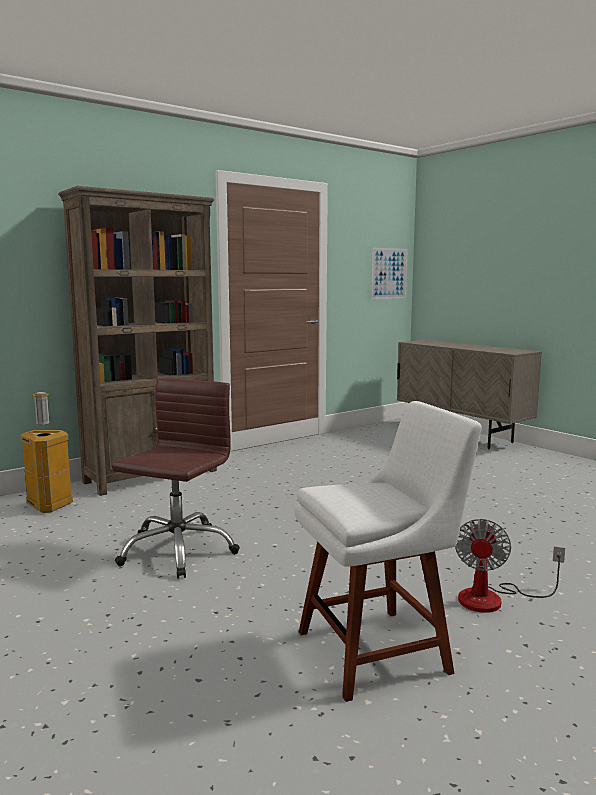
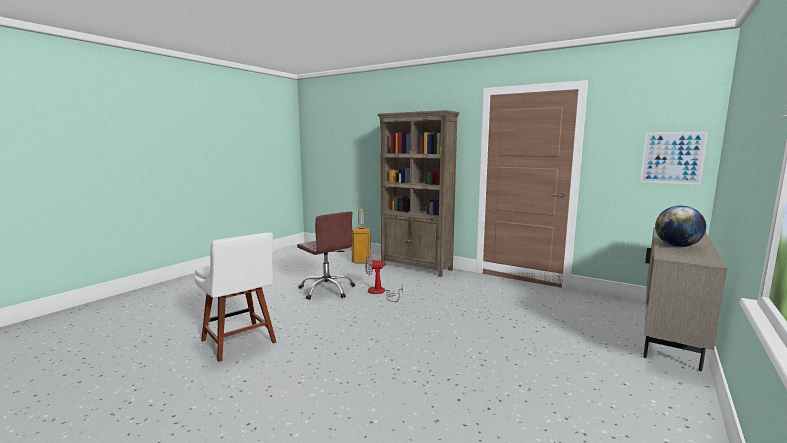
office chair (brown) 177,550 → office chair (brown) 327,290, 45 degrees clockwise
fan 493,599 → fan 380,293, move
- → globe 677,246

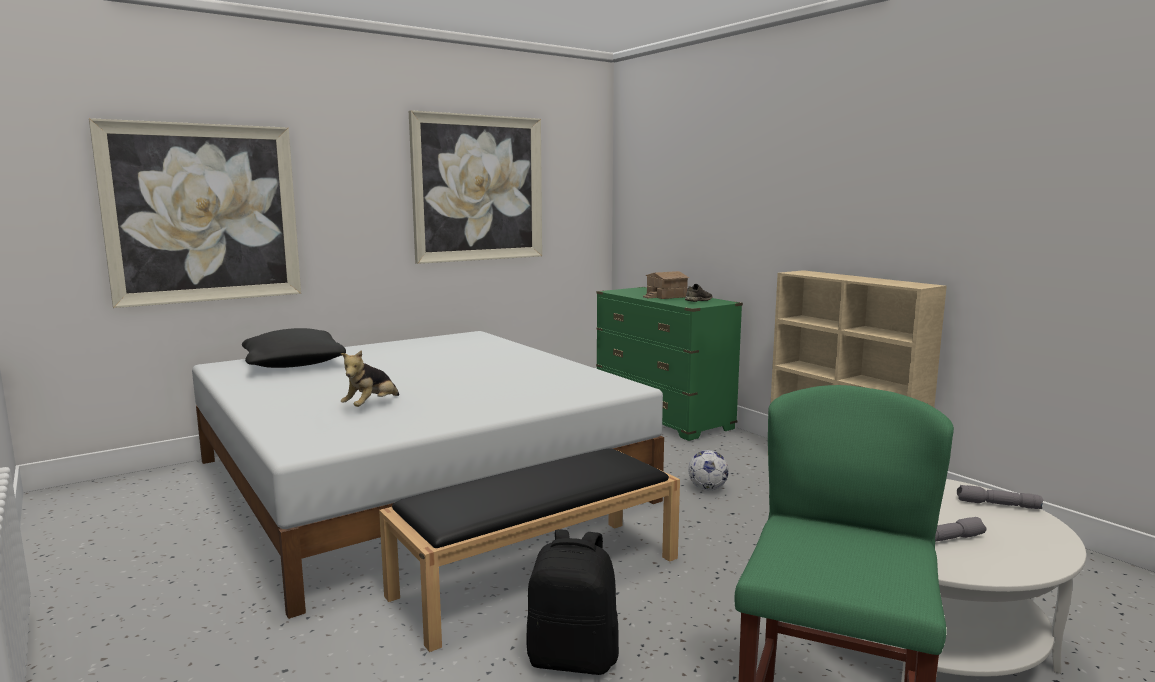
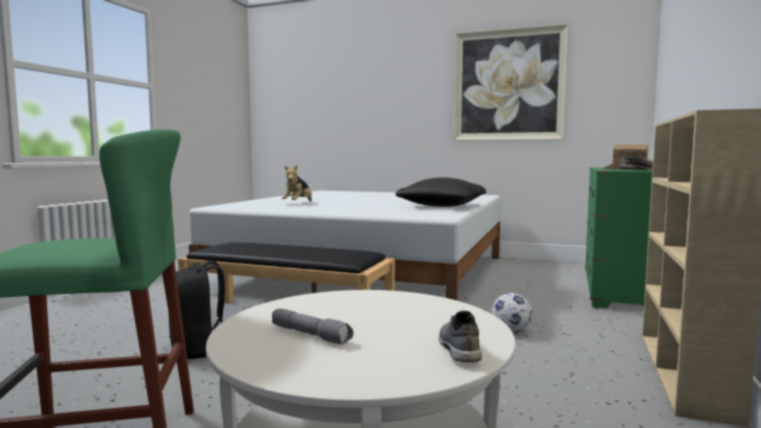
plush toy 371,406 → plush toy 298,203, 60 degrees counterclockwise
pillow (black) 293,364 → pillow (black) 442,206, move
flashlight (grey) 997,505 → shoe (grey) 458,349
picture 203,213 → -

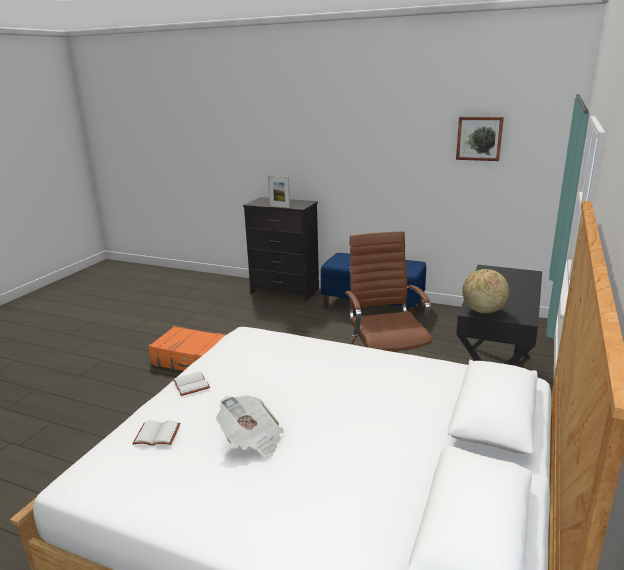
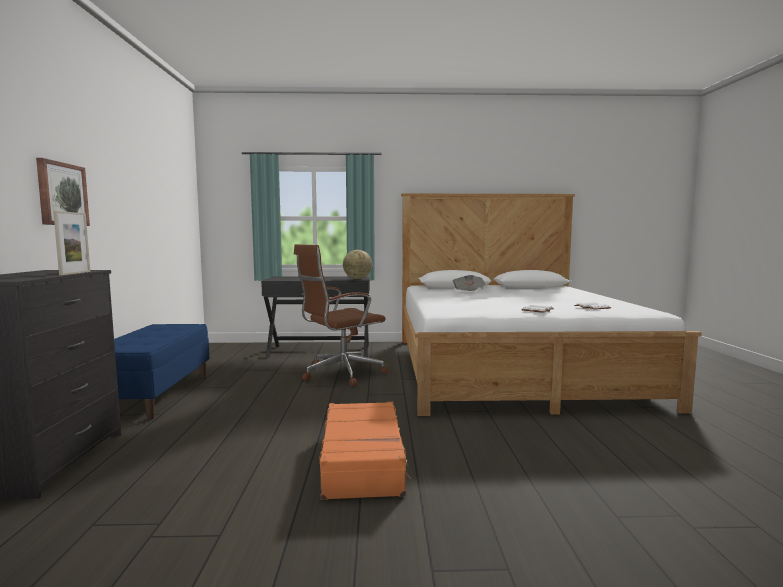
picture 479,138 → picture 61,194, move
newspaper 252,439 → newspaper 468,292, move

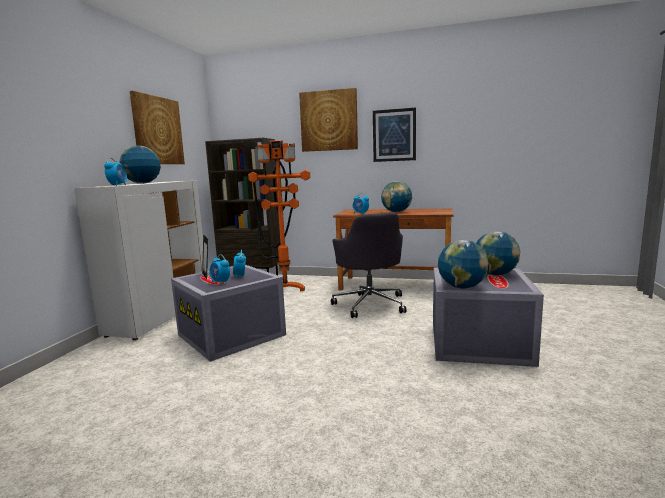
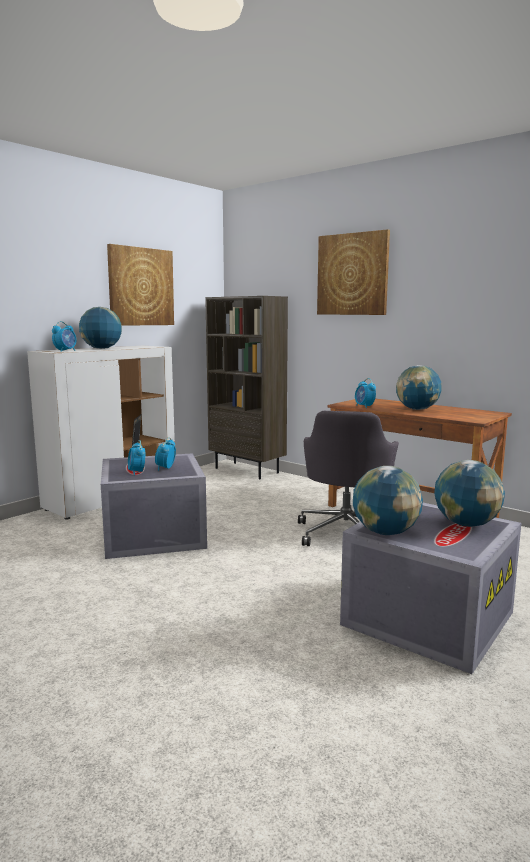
floor lamp (orange) 285,286 → -
picture 394,135 → -

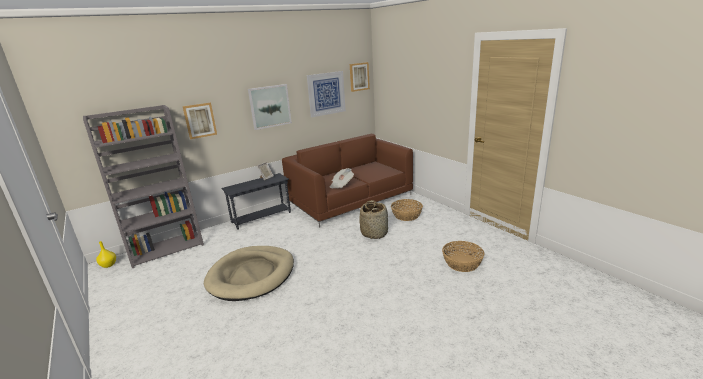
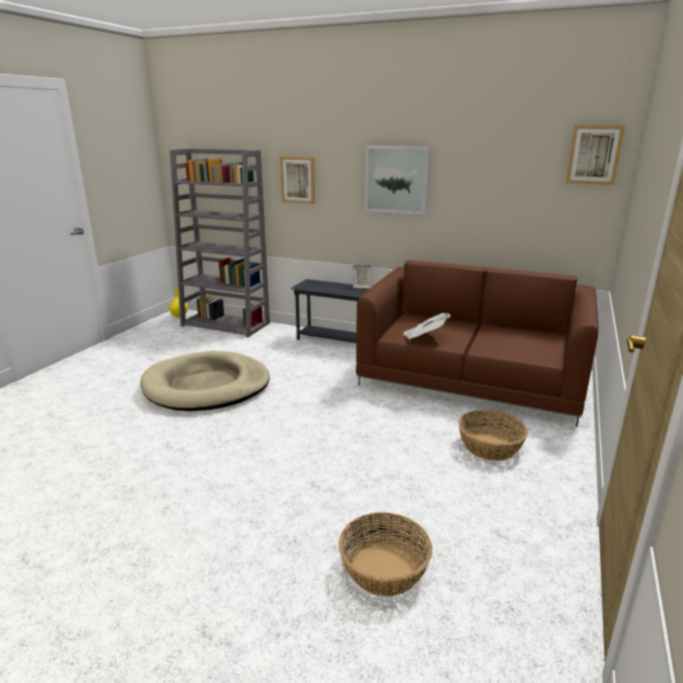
picture 326,93 → -
basket 374,233 → -

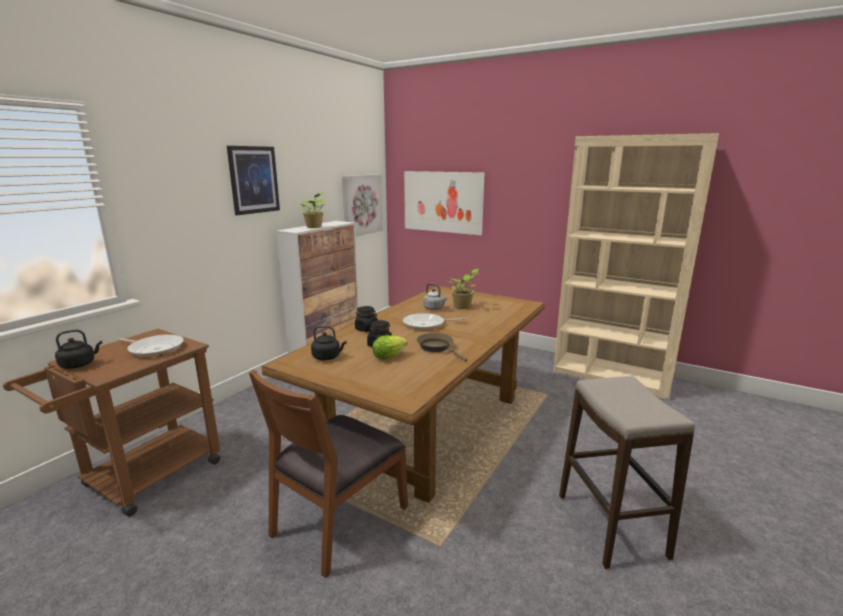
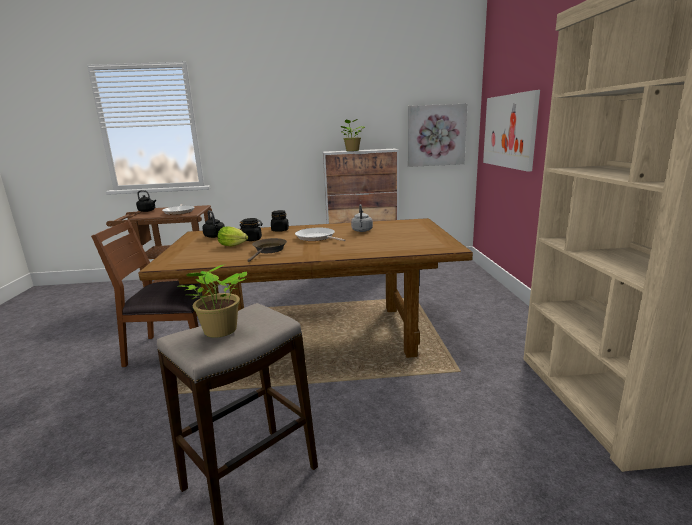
potted plant 463,307 → potted plant 219,332, move
picture 254,180 → -

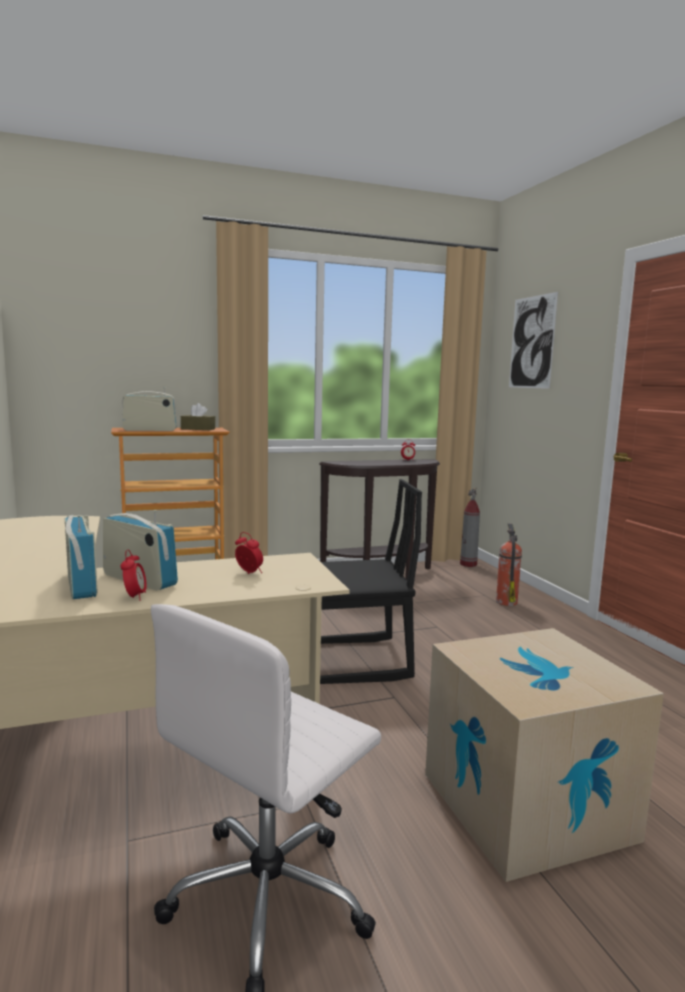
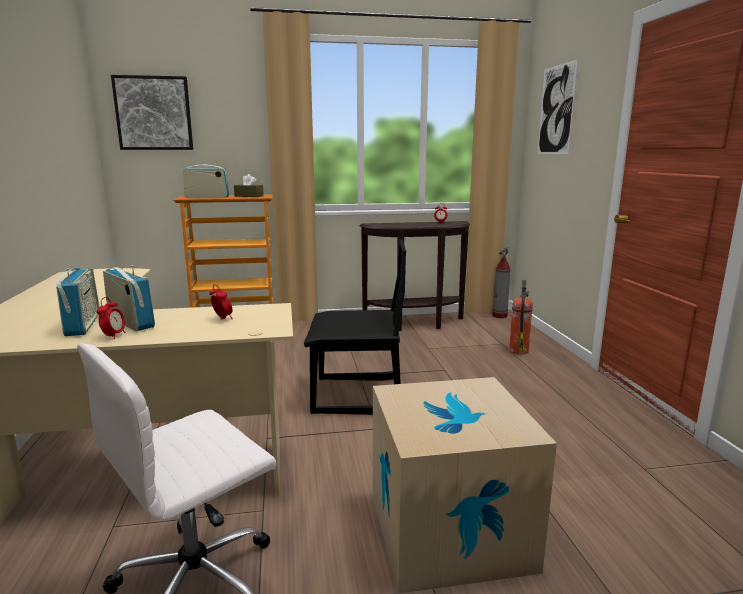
- → picture 154,113

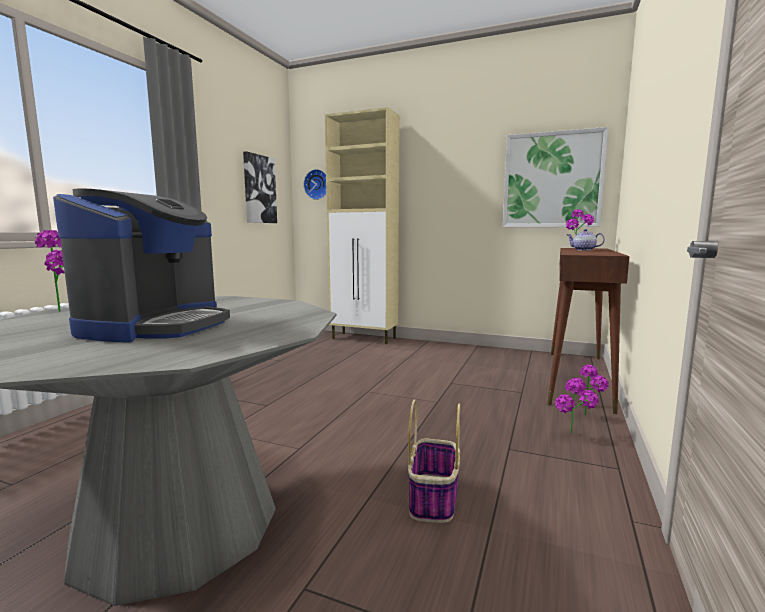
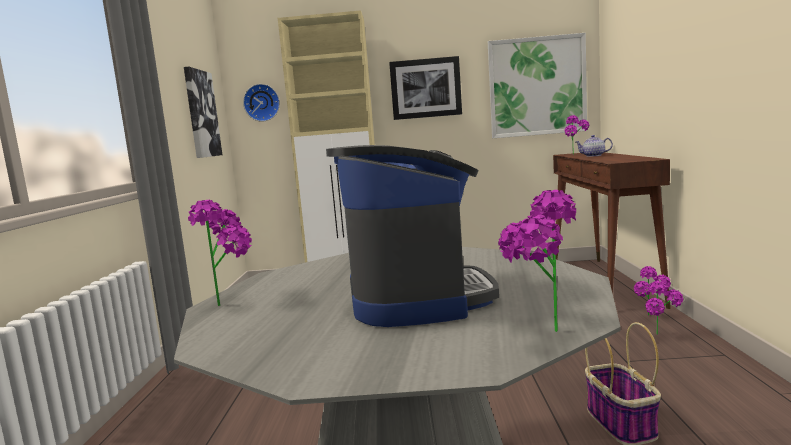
- → picture 425,88
- → potted plant 539,334

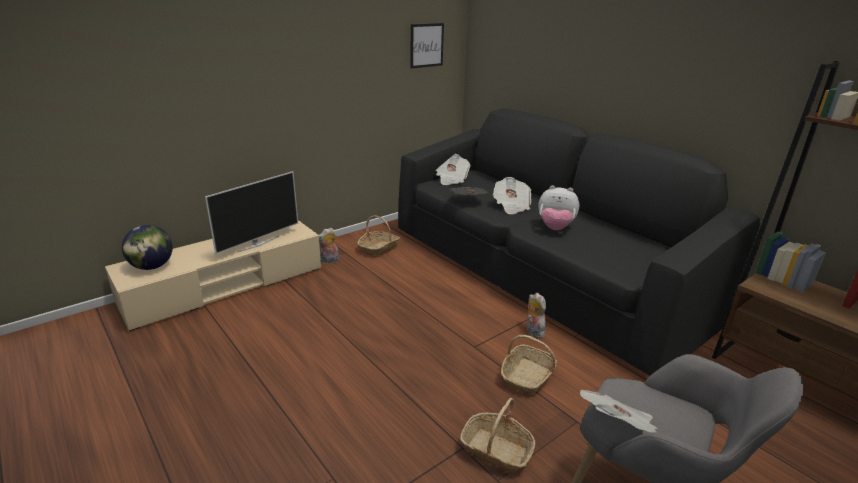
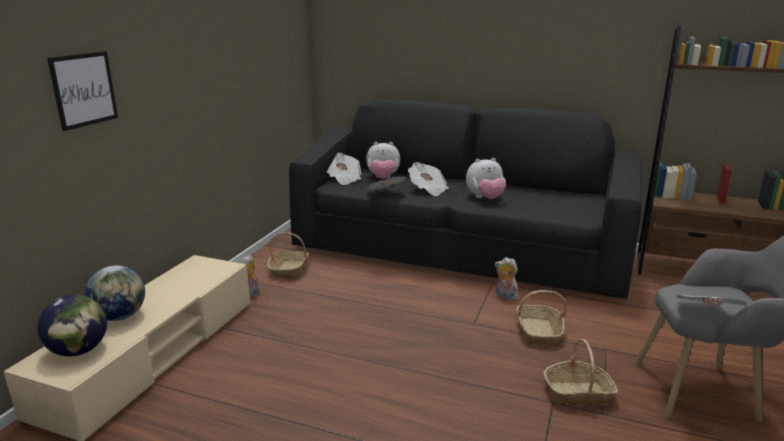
picture 426,45 → picture 84,89, move
- → globe 120,317
- → plush toy 383,178
television 257,244 → -

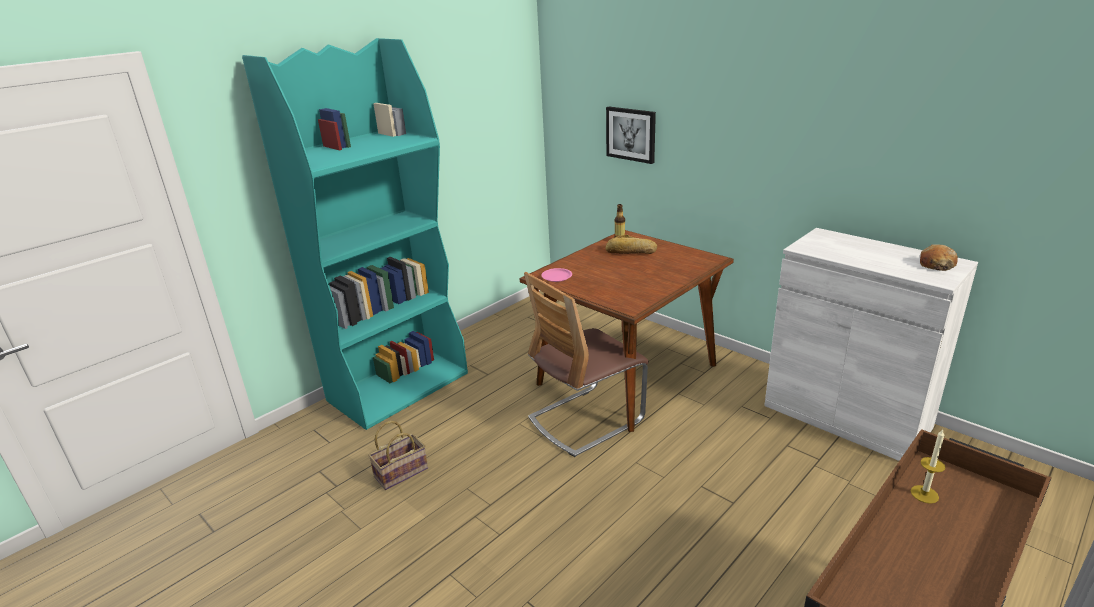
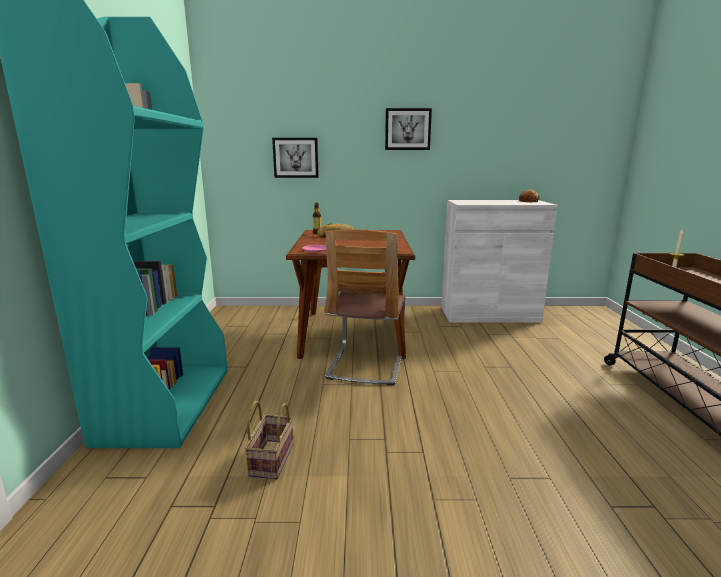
- → picture 407,129

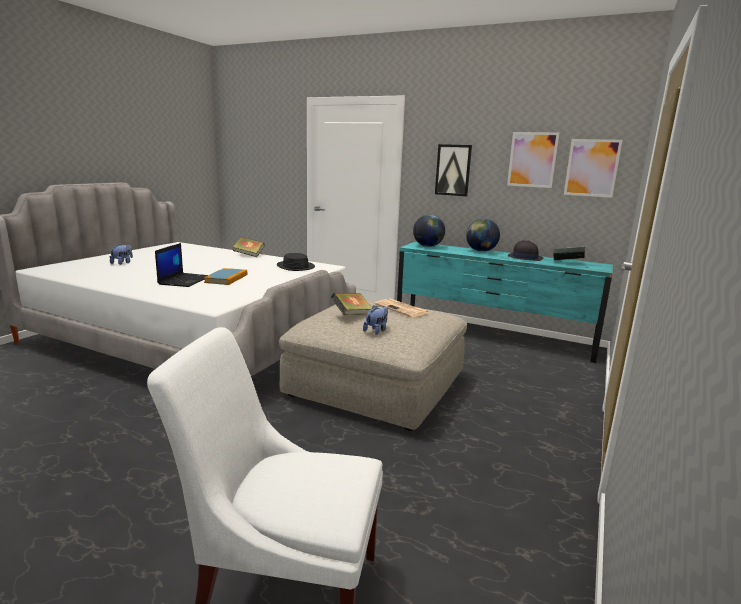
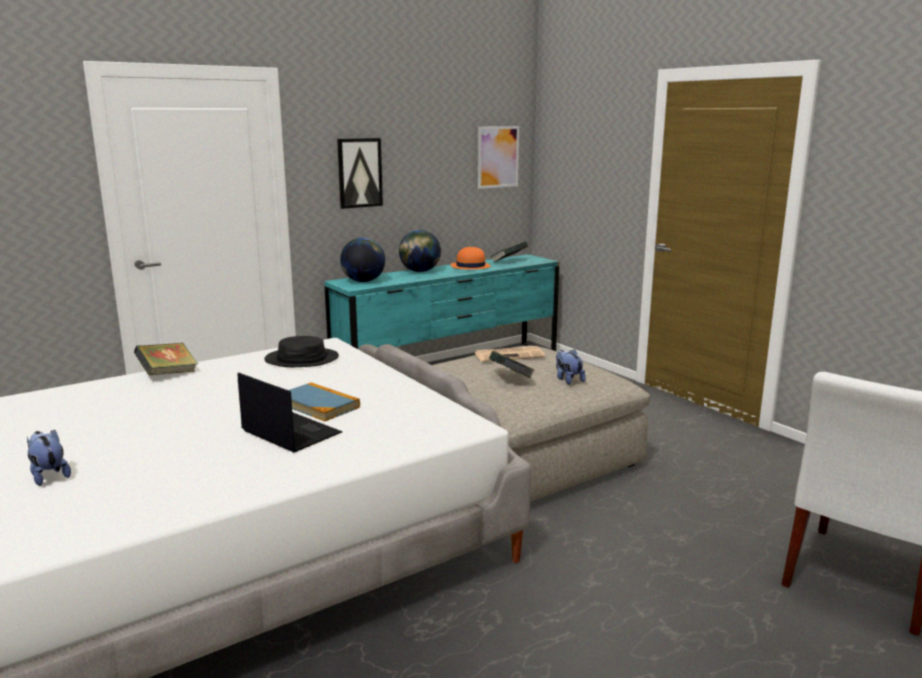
hat (black) 524,257 → hat (orange) 470,266
picture 532,159 → -

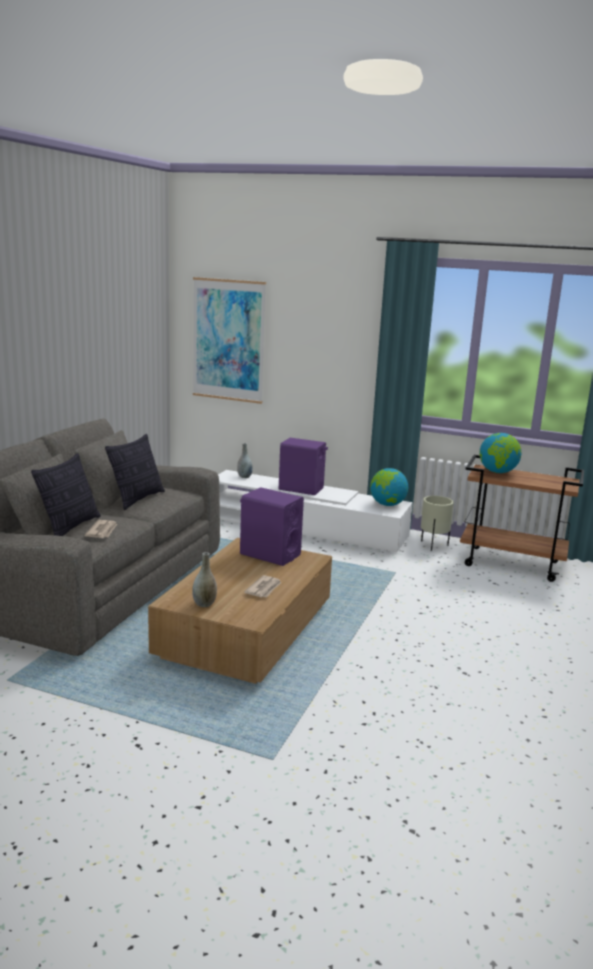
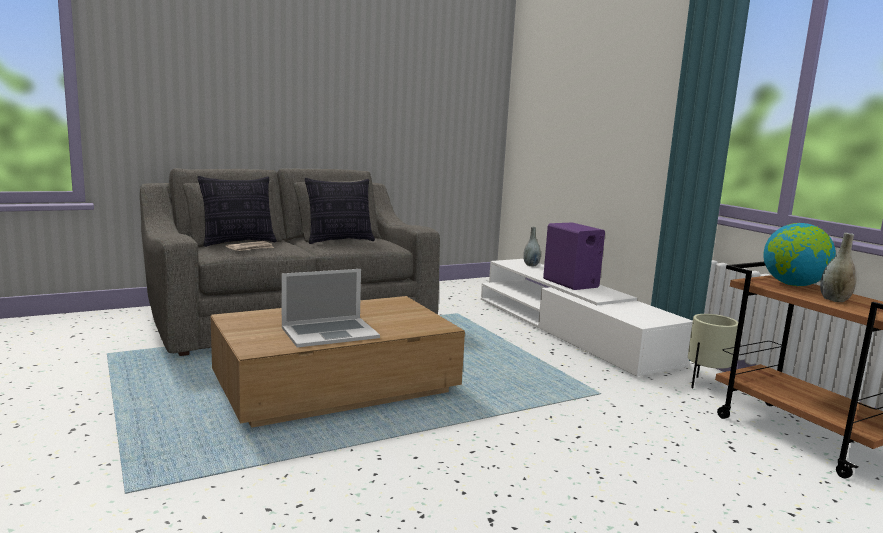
newspaper 264,589 → laptop 329,332
vase (grey) 204,604 → vase (grey) 834,300, move
picture 228,340 → -
speaker (purple) 270,554 → -
globe 387,504 → -

